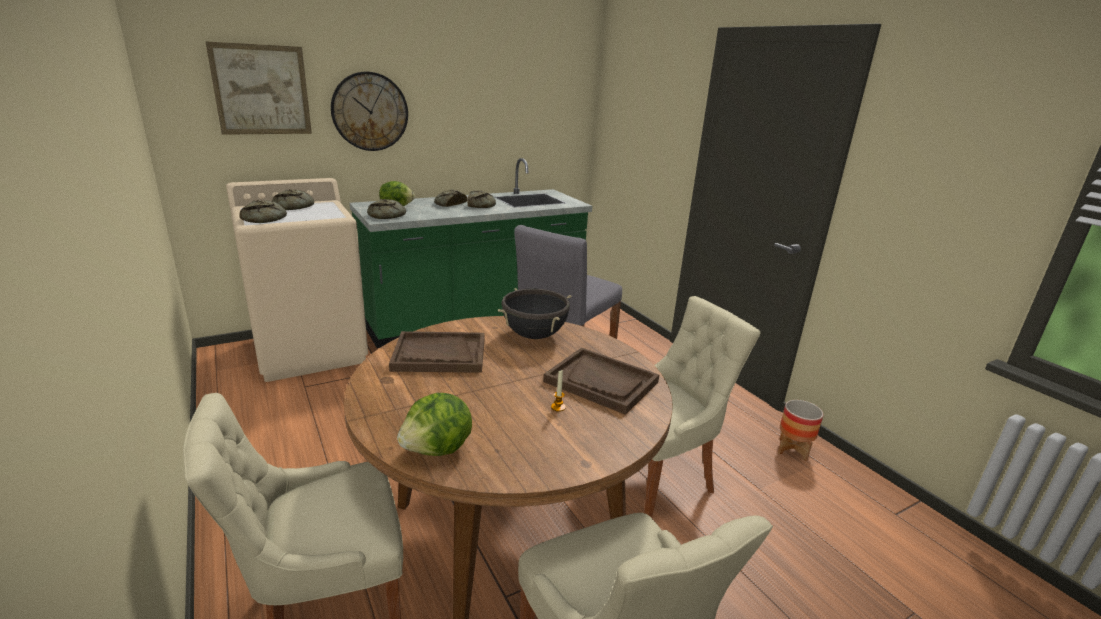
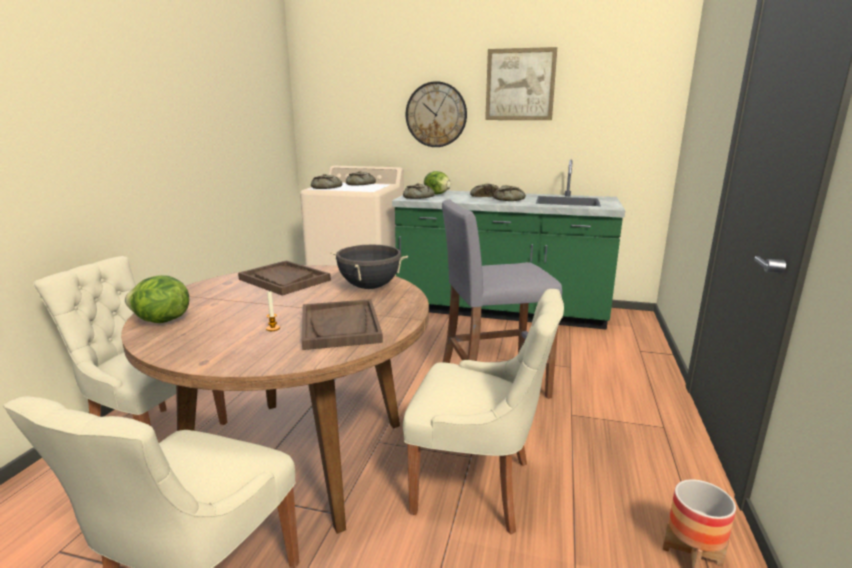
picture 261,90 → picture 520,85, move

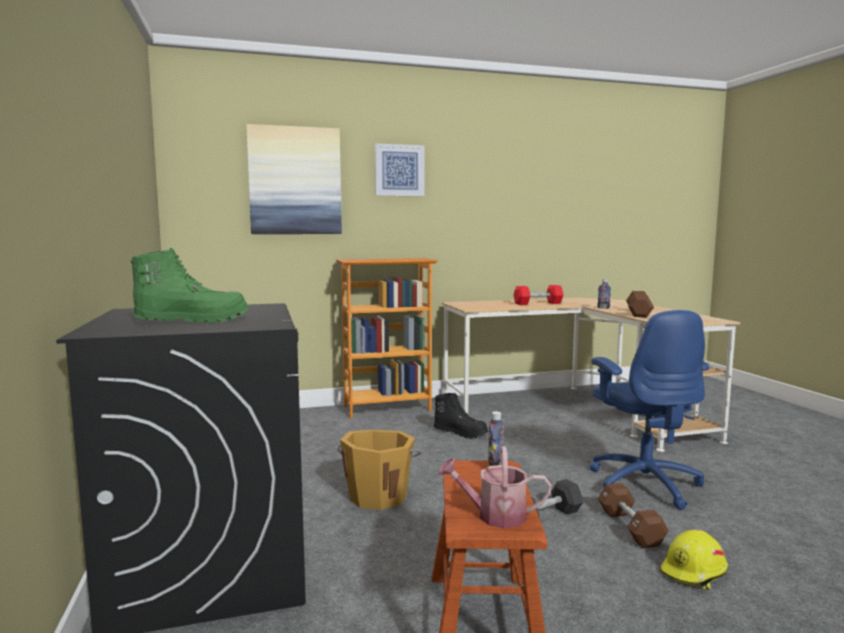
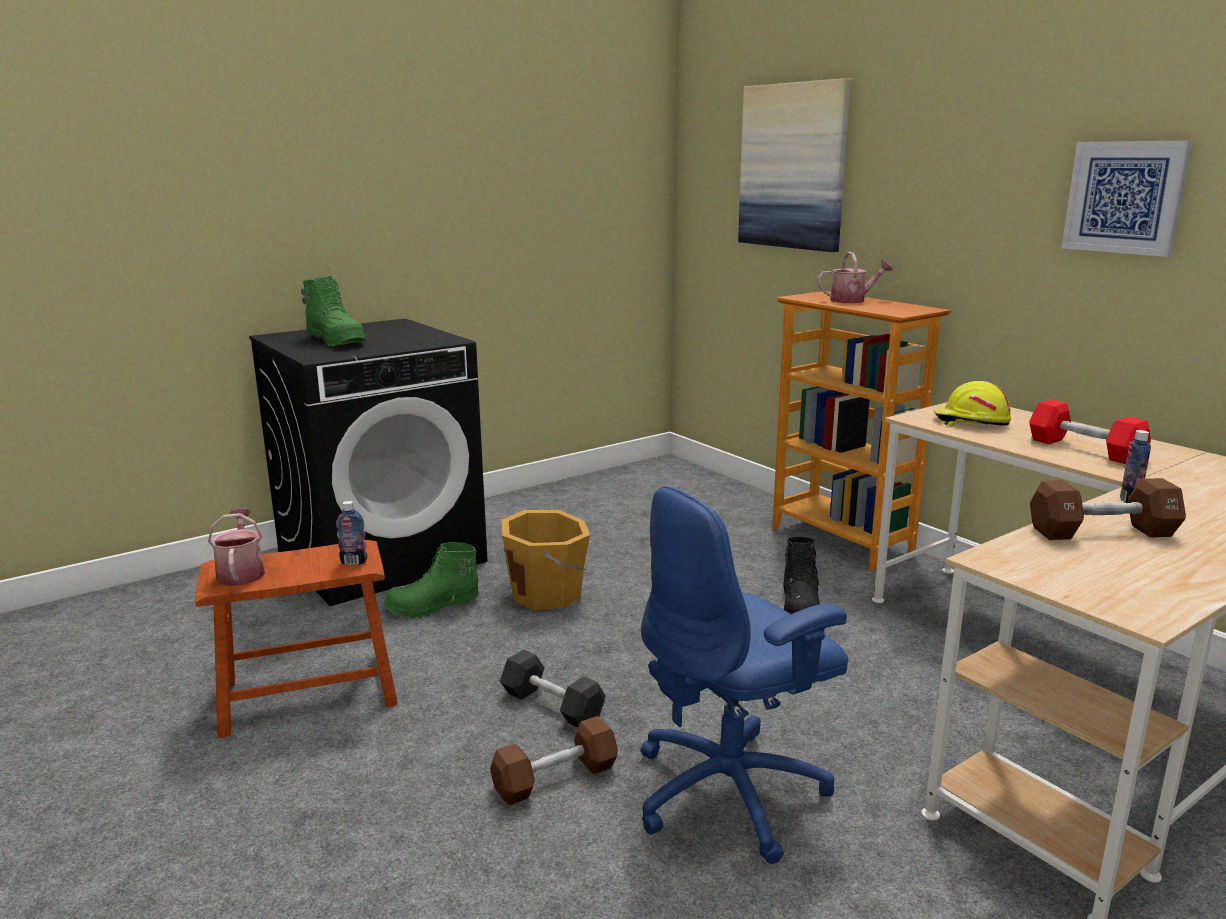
- → boot (green) 433,607
- → watering can 852,300
hard hat (yellow) 694,572 → hard hat (yellow) 970,422, move
picture 399,170 → picture 1125,197, move

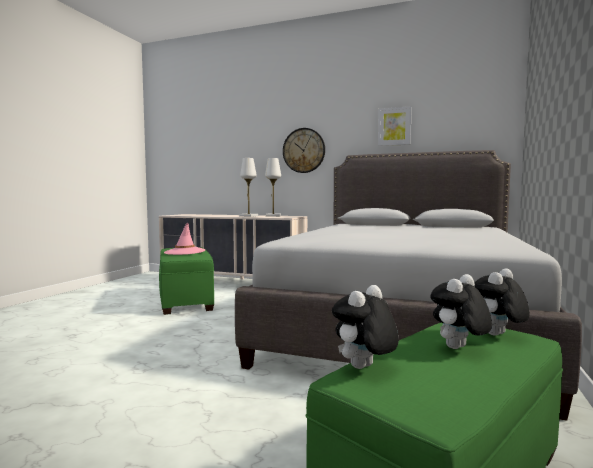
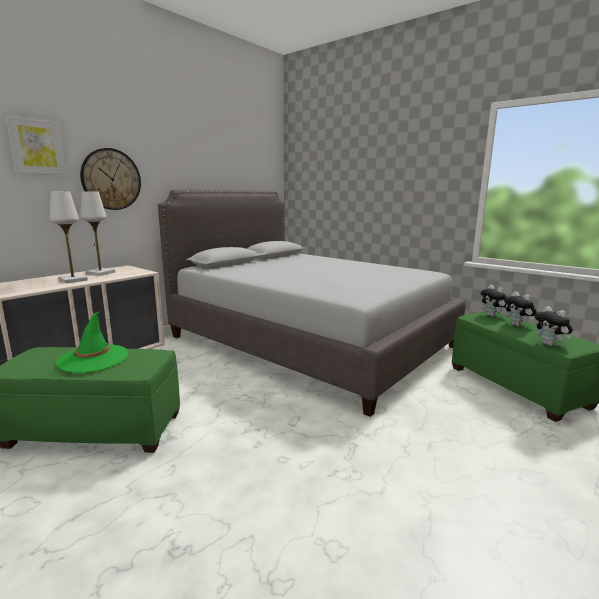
picture 394,126 → picture 37,147, move
hat (pink) 185,252 → hat (green) 93,358

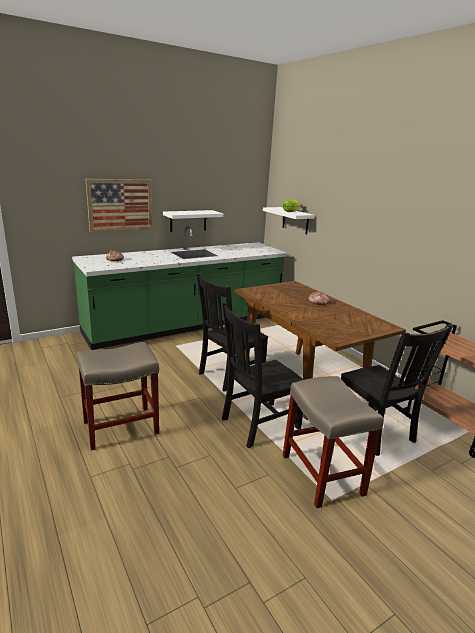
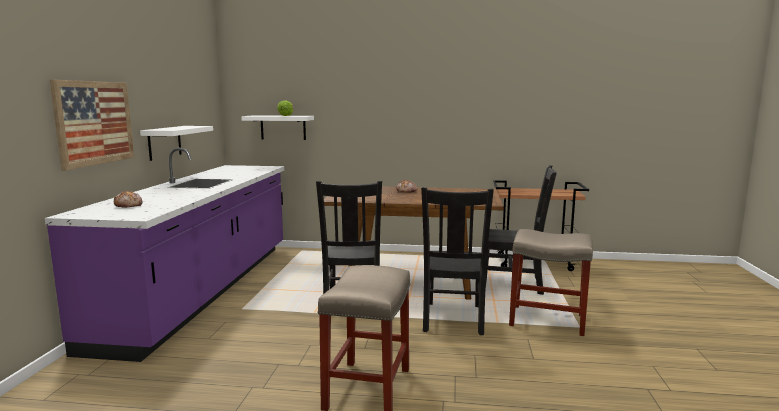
counter (green) 187,325 → counter (purple) 205,289

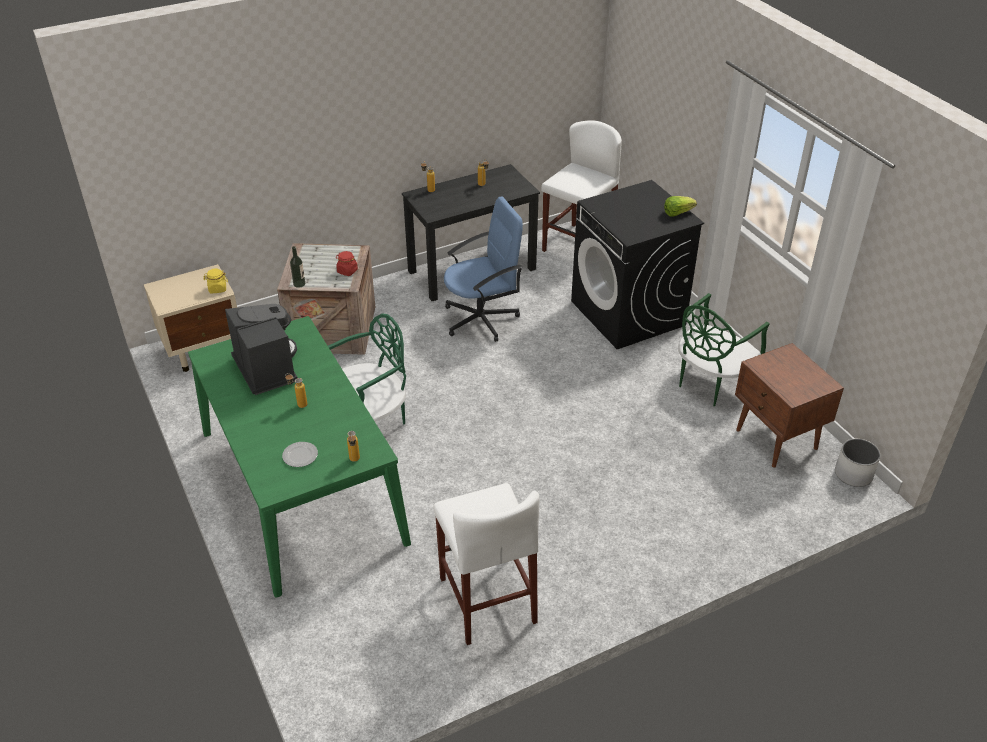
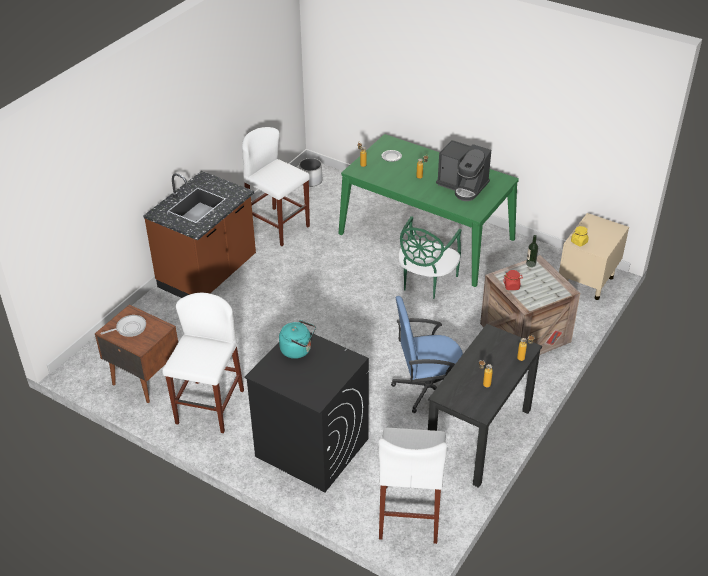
- → frying pan 129,328
- → counter (brown) 209,274
chair (green) 711,383 → stool (white) 210,407
- → kettle (turquoise) 298,350
planter (white) 853,474 → planter (white) 311,180, move
office chair (blue) 481,319 → office chair (blue) 426,388, 45 degrees clockwise
lettuce 677,213 → -

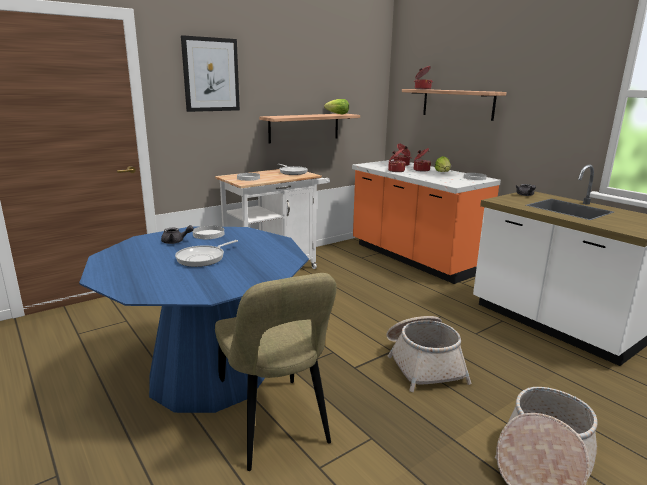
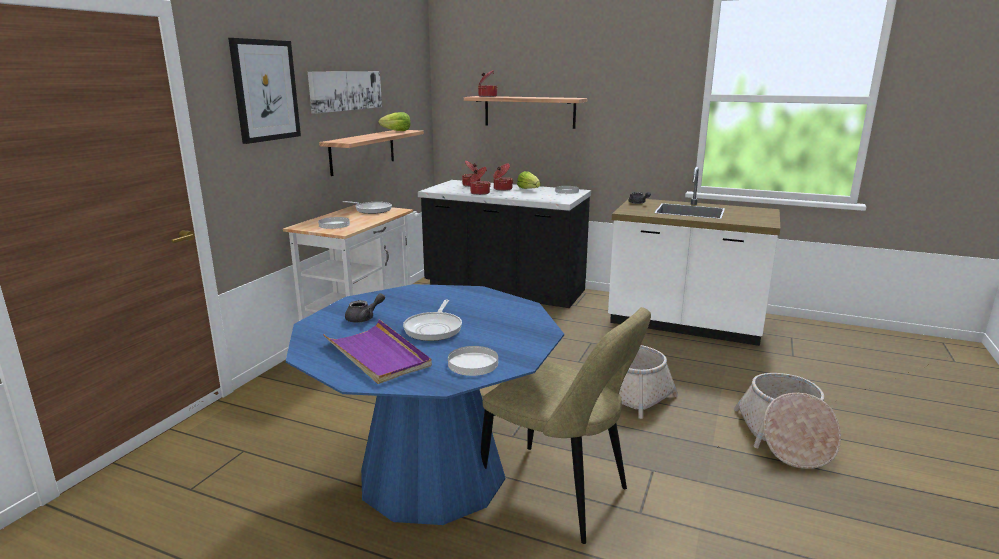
- → picture 345,90
- → tray (purple) 377,355
counter (orange) 413,258 → counter (black) 504,290
plate (white) 208,234 → plate (white) 472,364, move

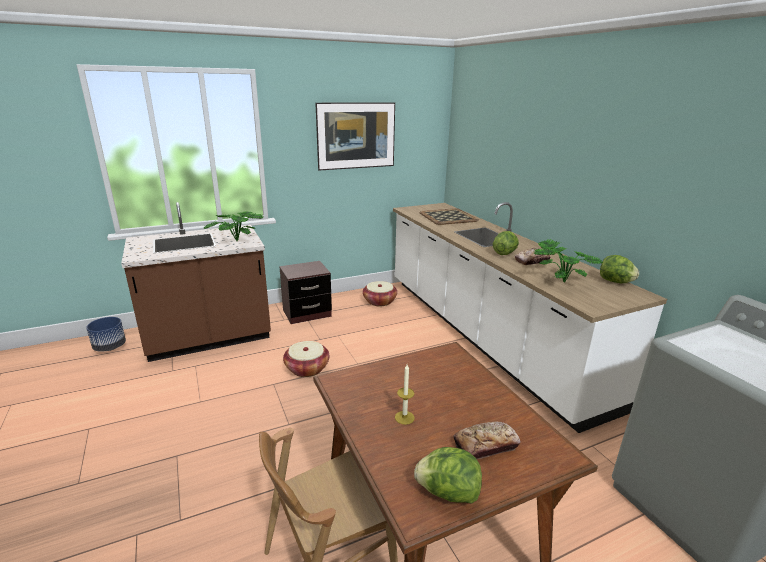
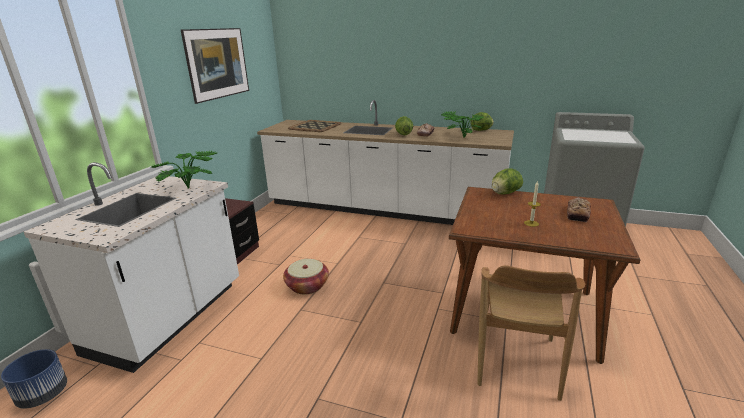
counter (brown) 209,339 → counter (white) 169,318
lettuce 447,493 → lettuce 504,193, move
basket 379,301 → -

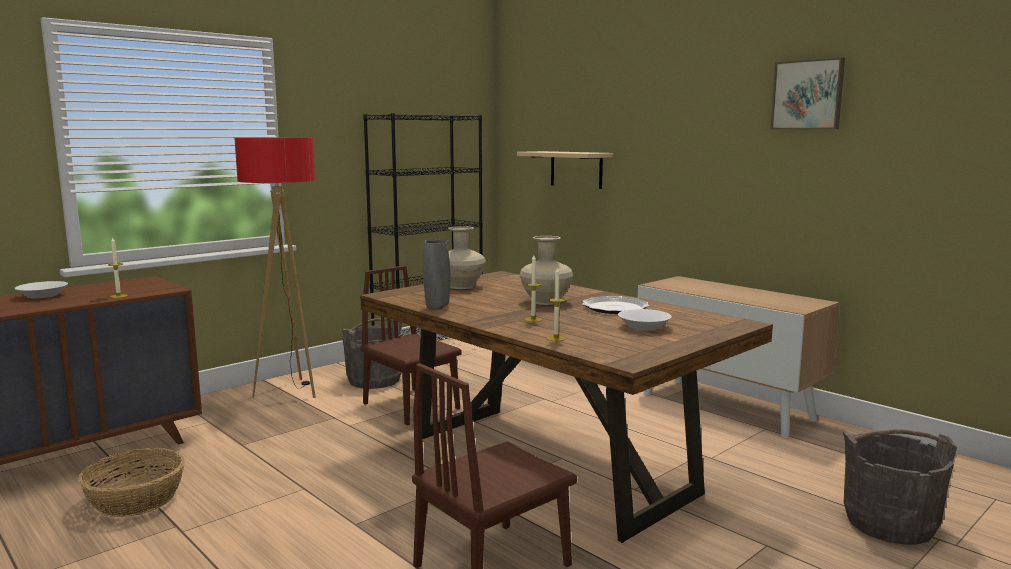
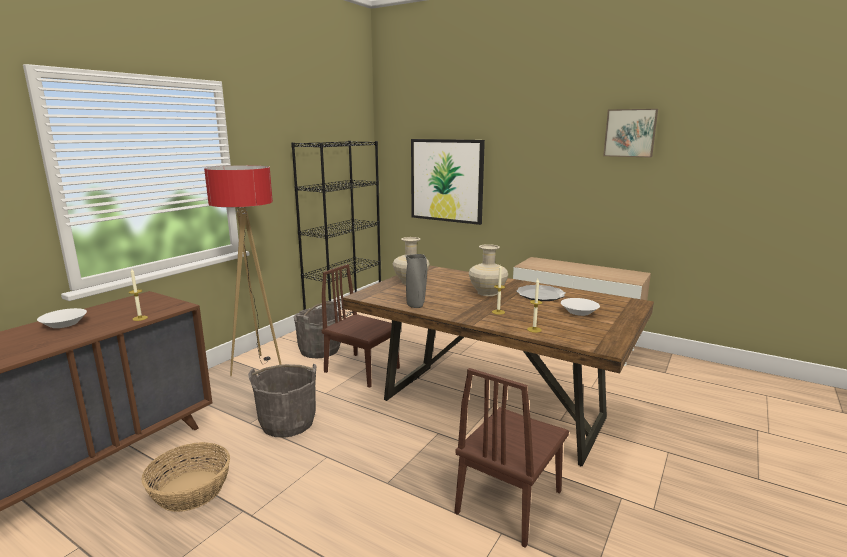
bucket (grey) 889,523 → bucket (grey) 288,422, move
shelf (beige) 576,169 → picture 446,180

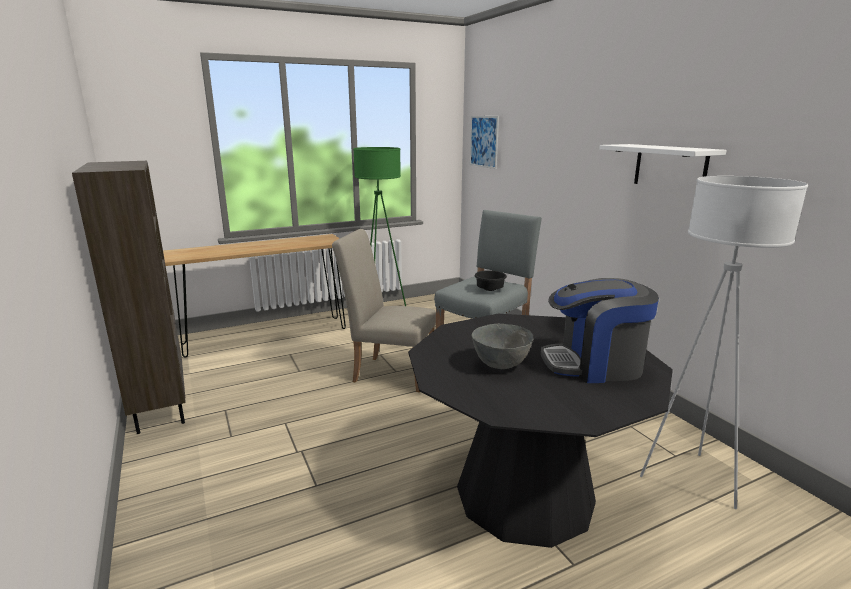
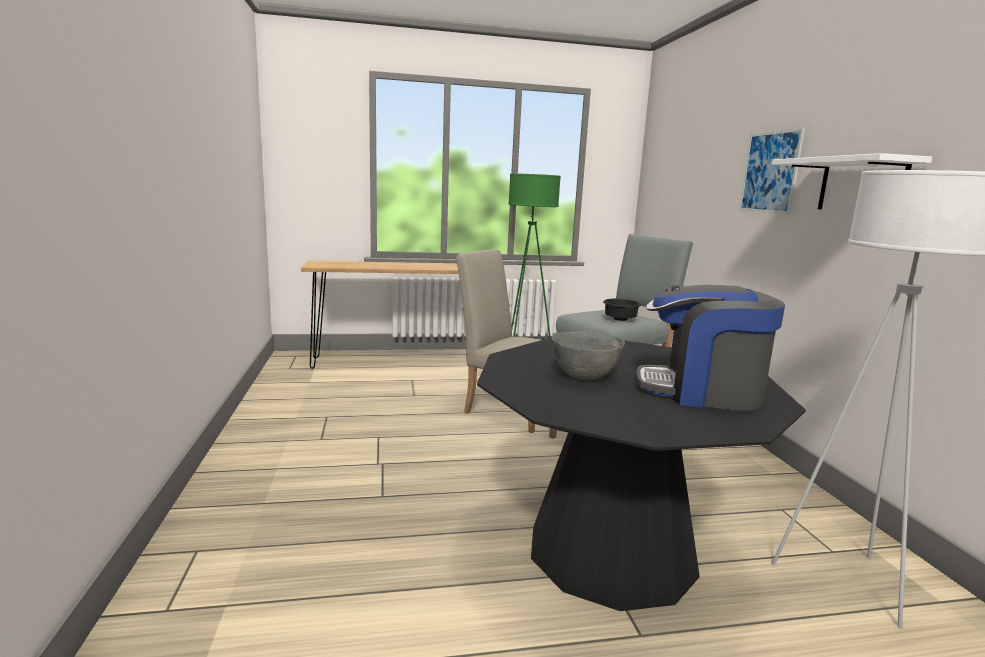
picture 484,141 → picture 770,172, move
bookcase (brown) 159,407 → -

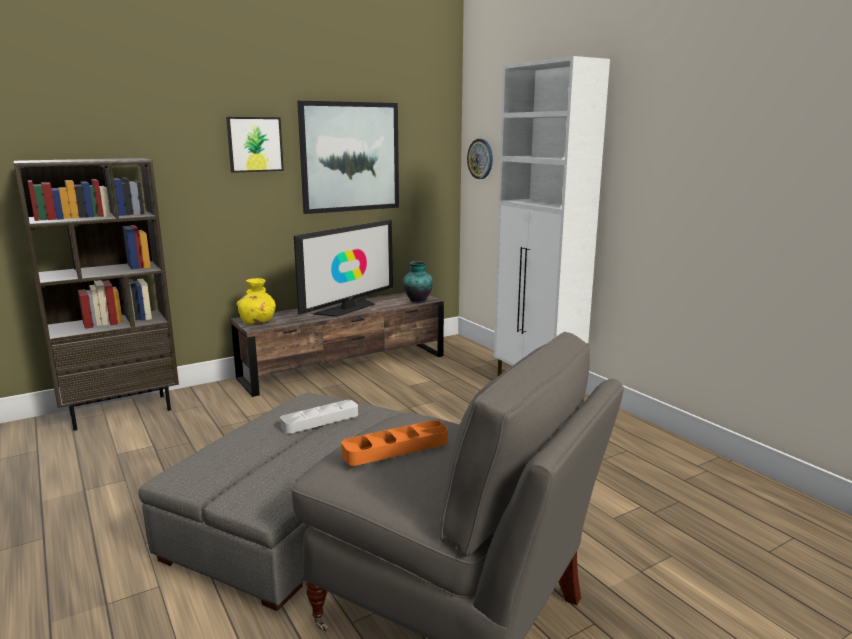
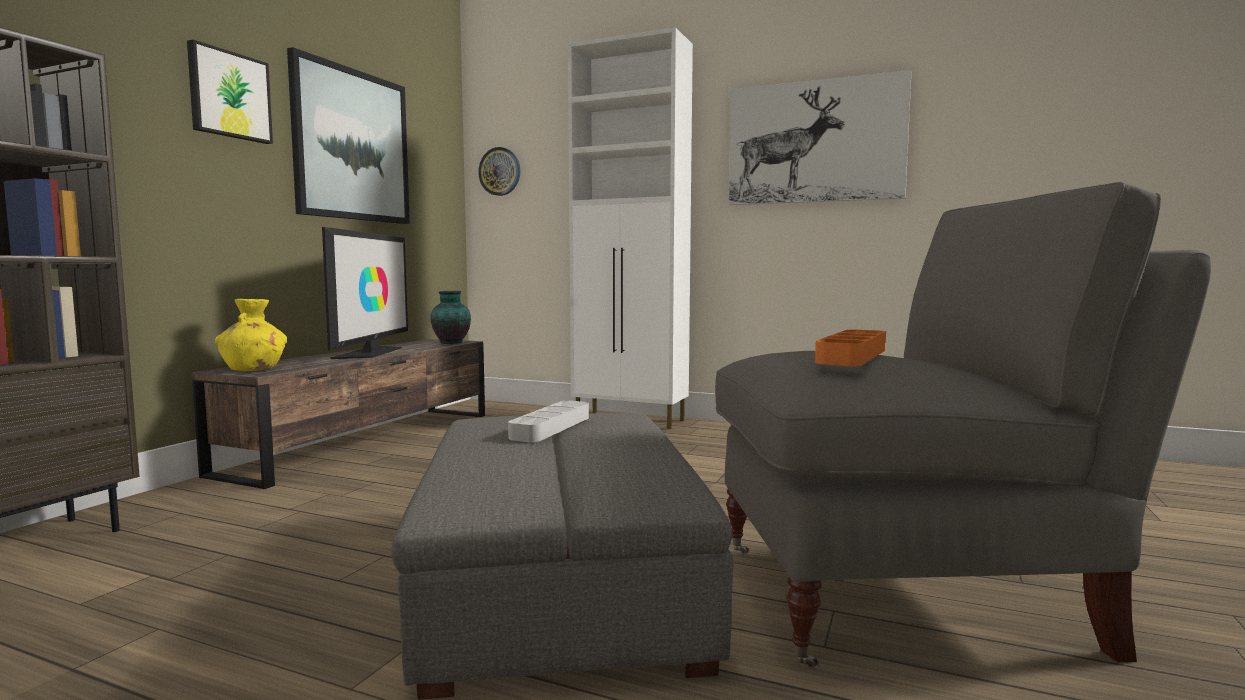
- → picture 815,142

